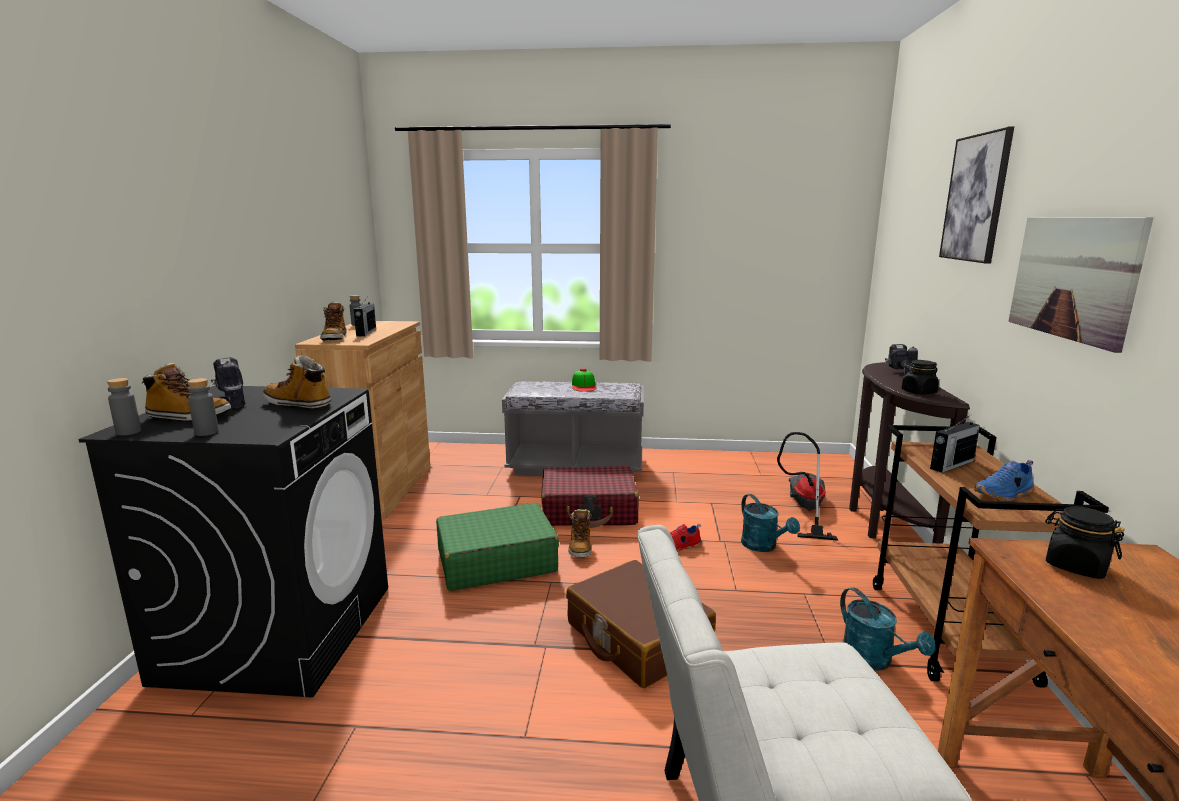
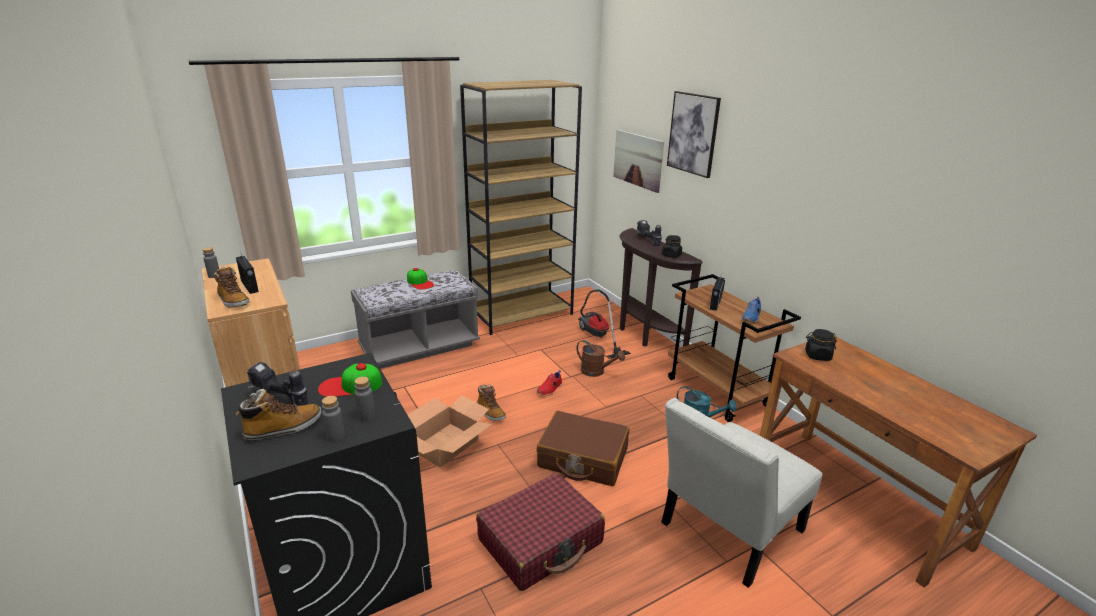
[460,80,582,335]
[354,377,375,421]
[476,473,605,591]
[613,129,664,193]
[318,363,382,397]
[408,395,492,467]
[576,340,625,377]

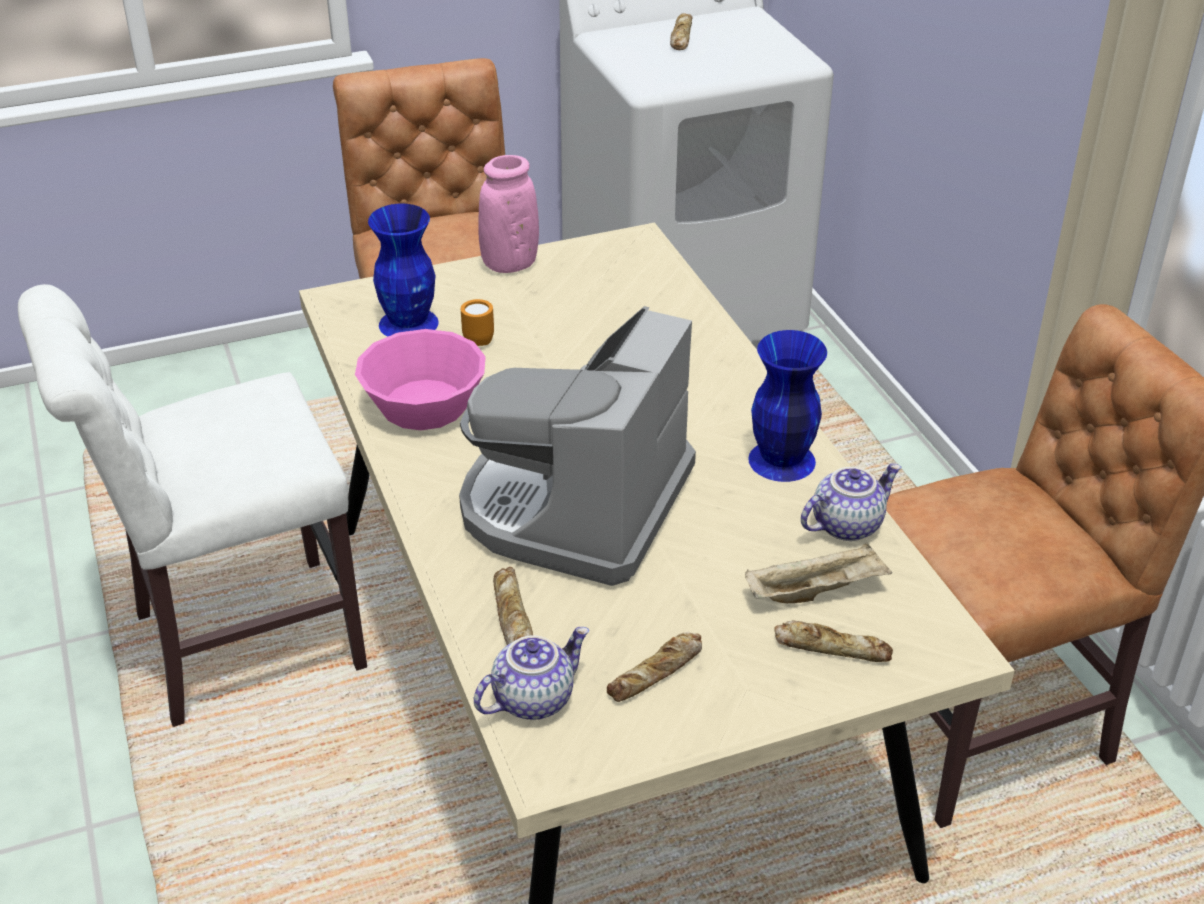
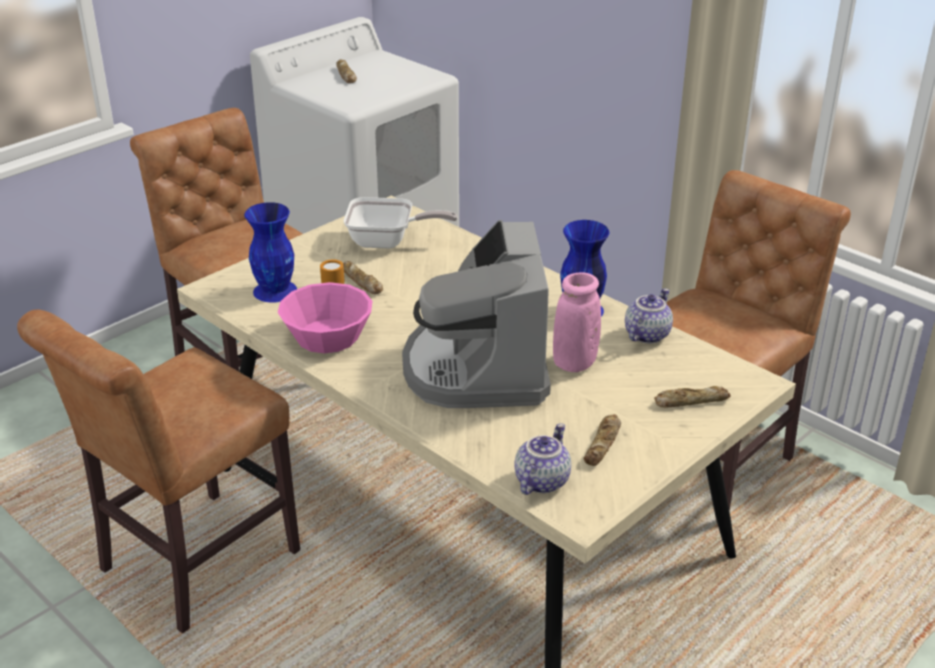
[745,542,892,603] (first image)
[344,197,458,249]
[553,272,601,372]
[343,261,383,294]
[17,309,300,633]

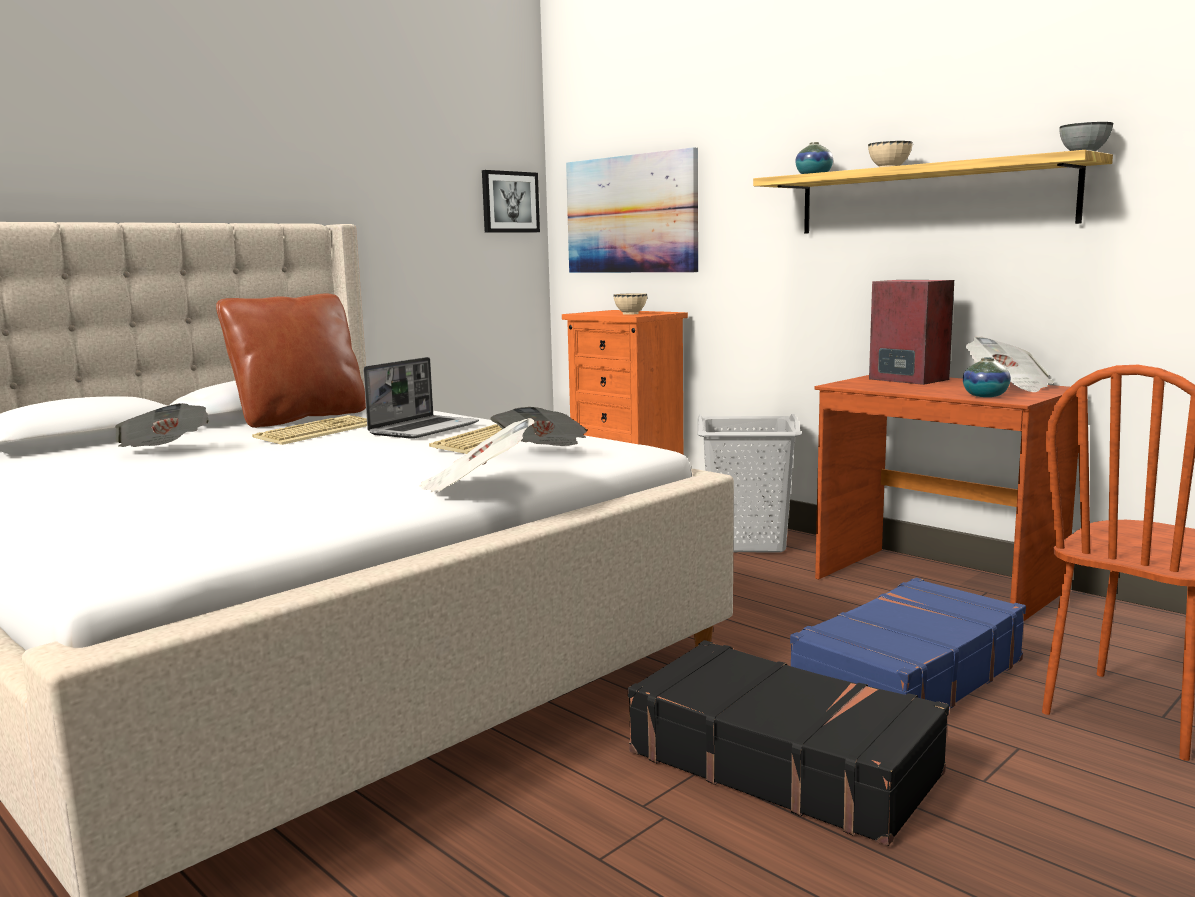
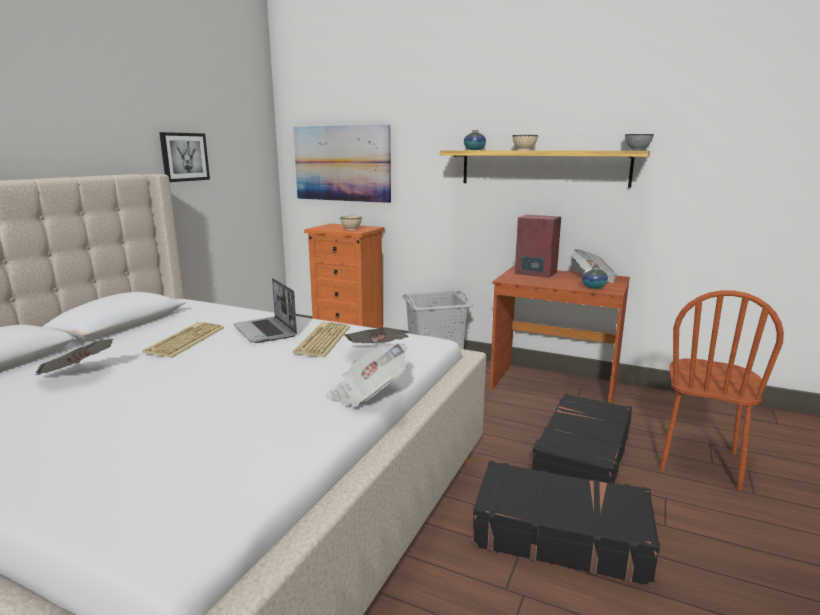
[216,294,366,428] (first image)
[159,132,210,182]
[528,393,632,484]
[234,278,297,343]

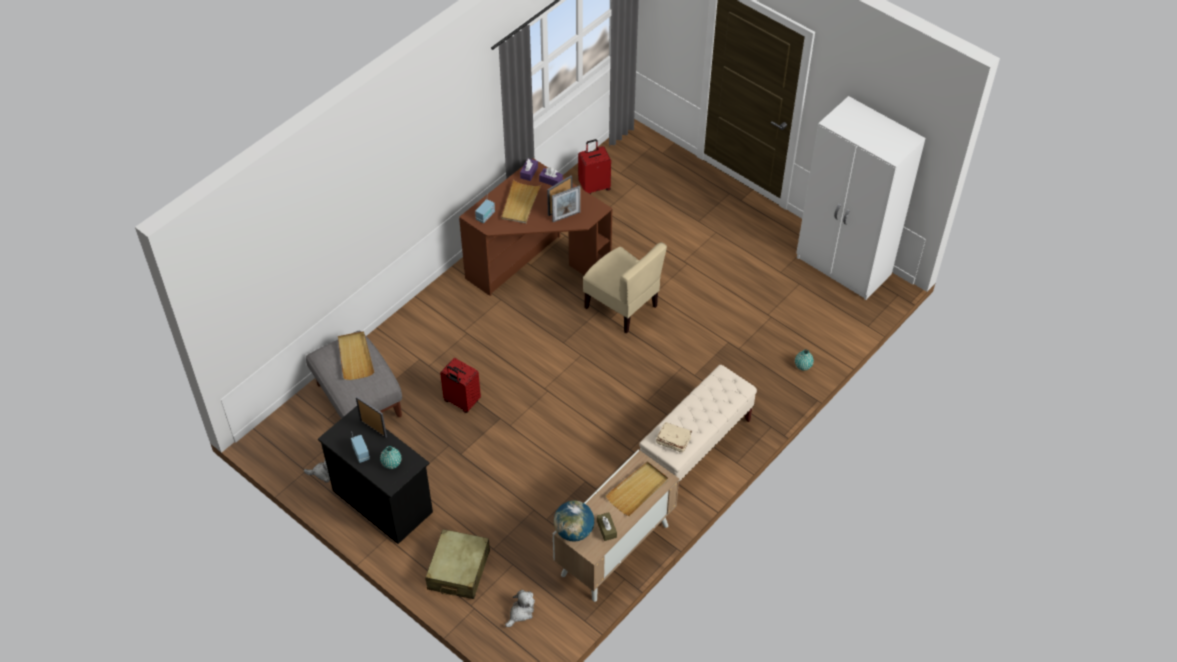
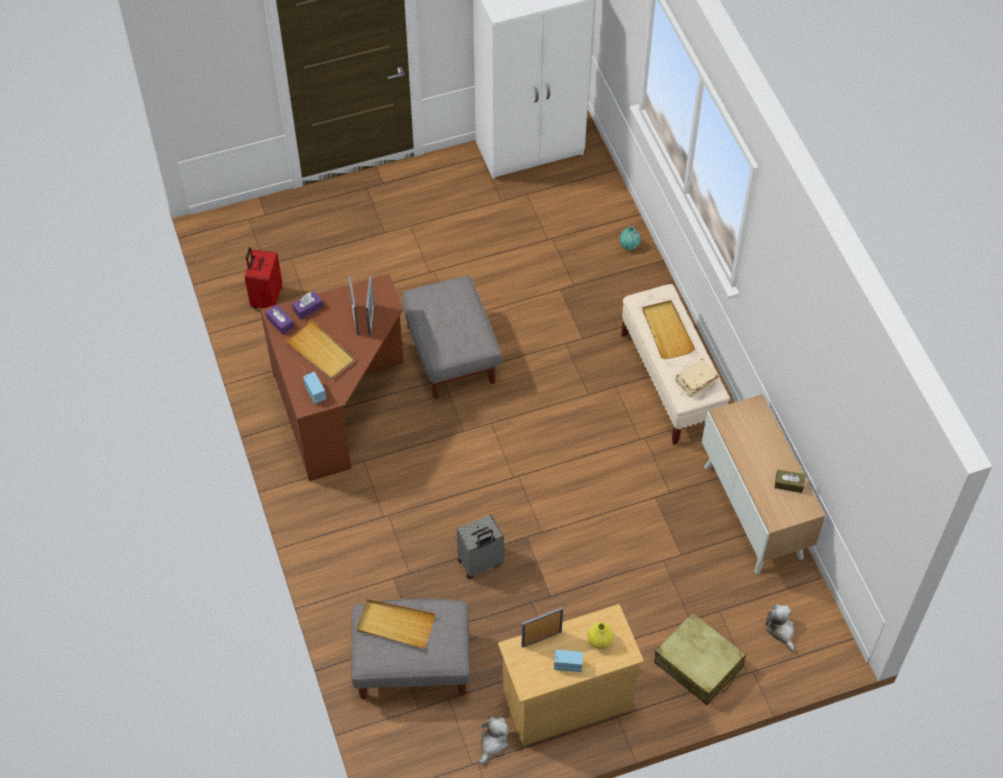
[554,501,594,542] (first image)
[642,300,695,359]
[402,275,502,400]
[498,604,644,746]
[587,622,614,649]
[457,515,504,579]

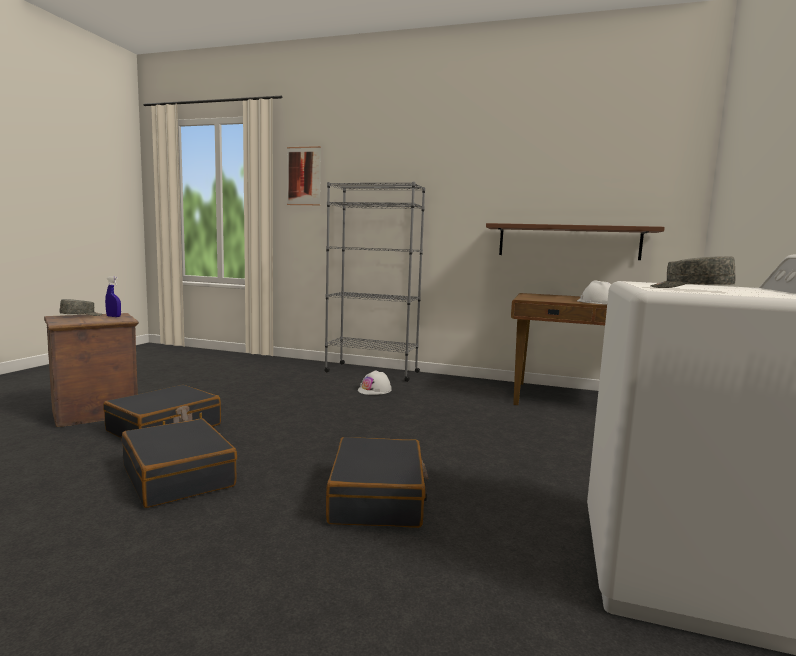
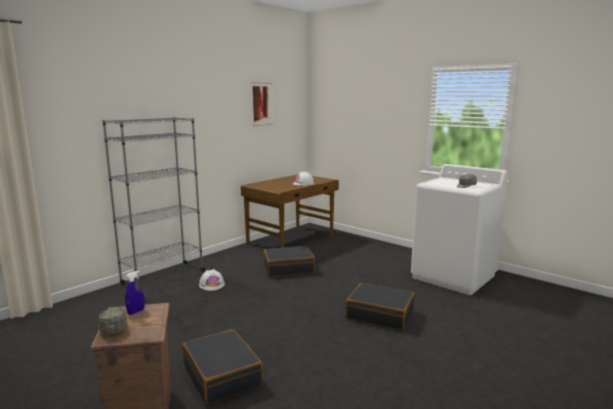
[486,223,665,260] (first image)
[263,246,315,277]
[251,82,273,126]

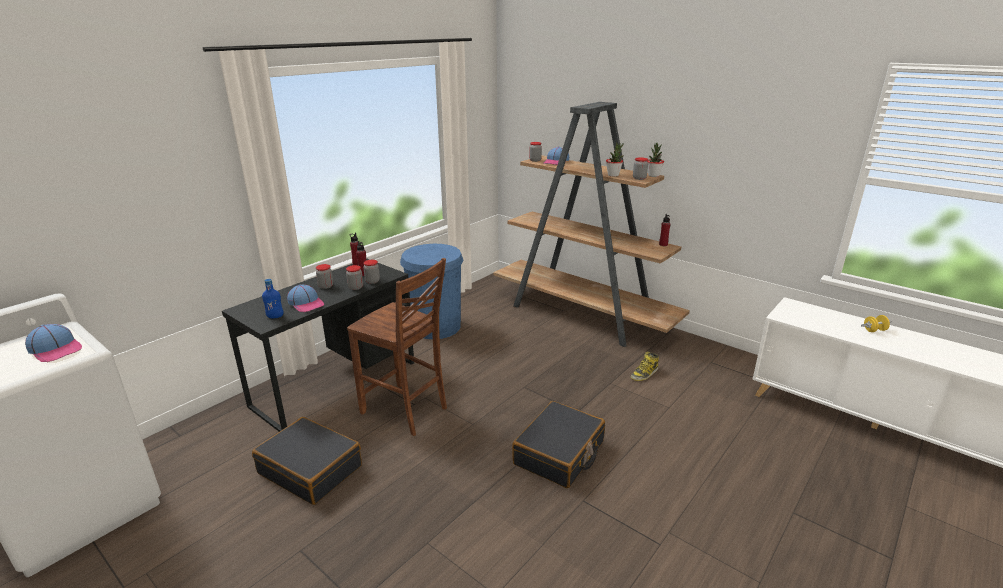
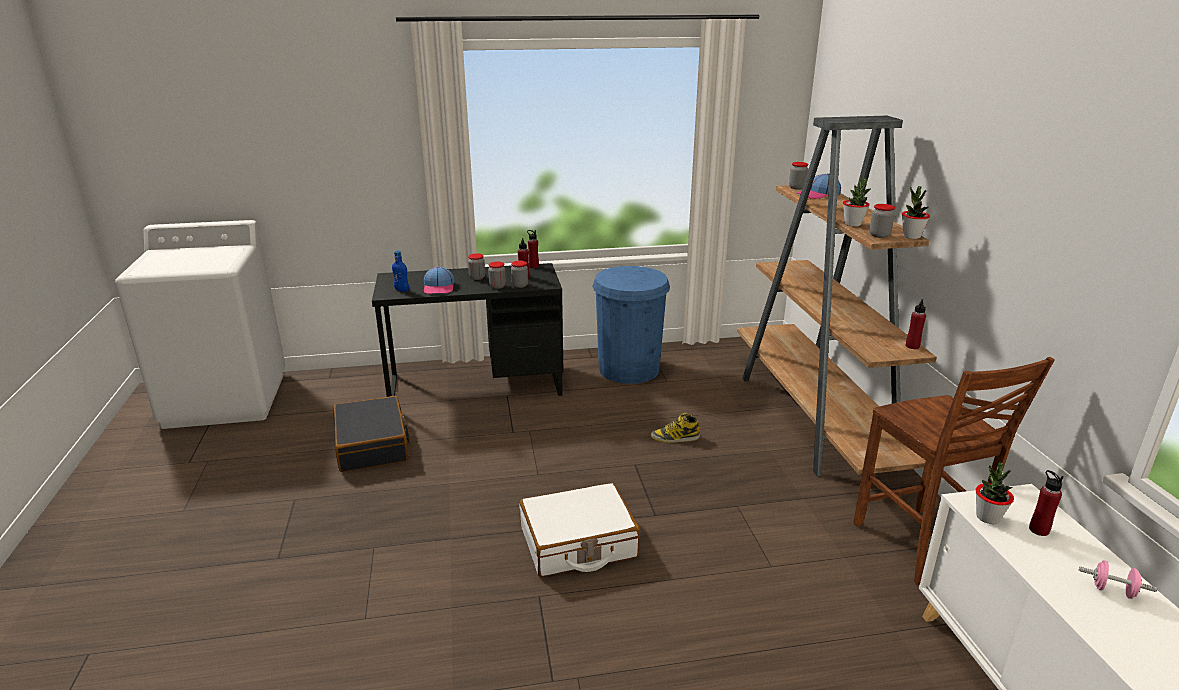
[25,324,82,362] (first image)
[976,462,1014,524]
[1029,470,1063,536]
[853,357,1055,586]
[651,413,700,443]
[519,483,640,577]
[1079,560,1157,599]

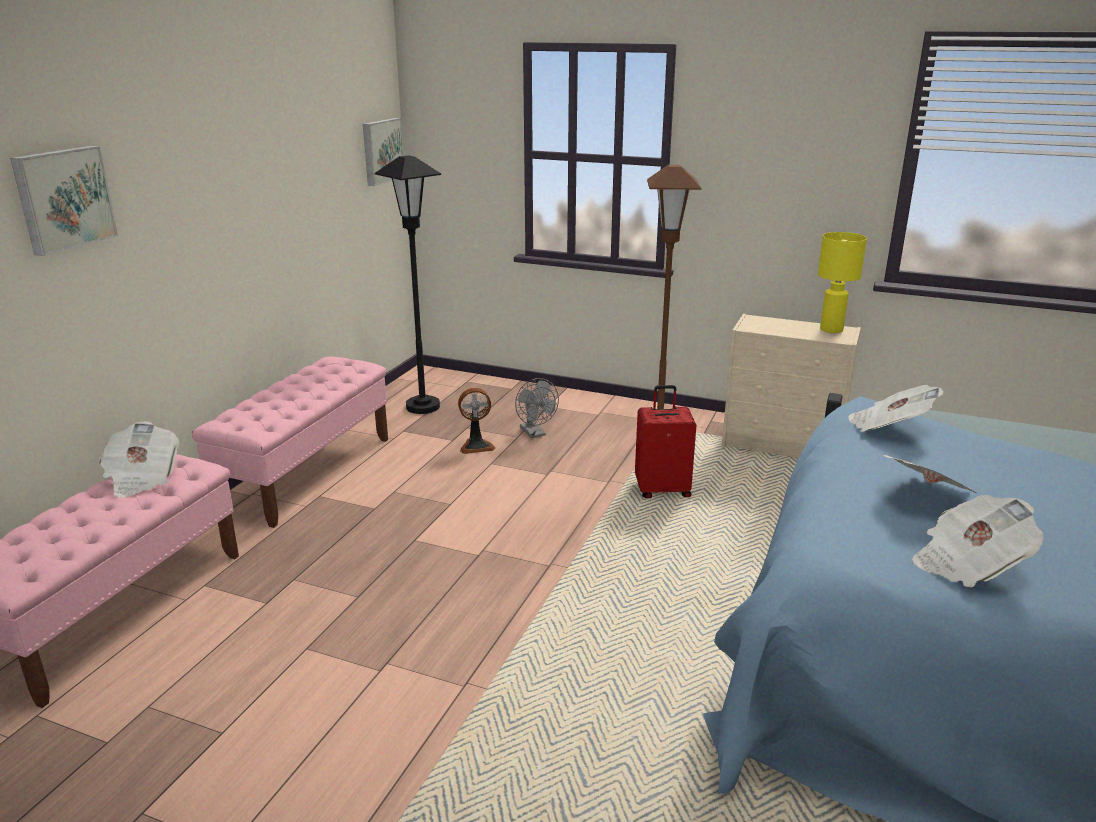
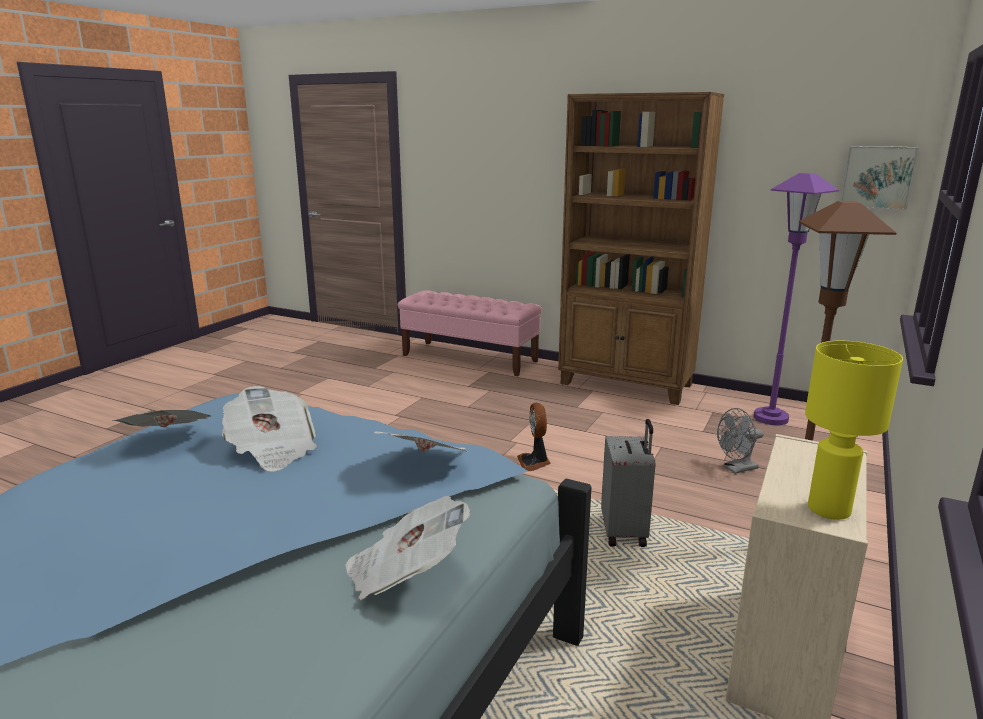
[10,146,118,256] (first image)
[345,496,470,600]
[517,403,551,471]
[558,92,724,405]
[754,173,839,426]
[601,419,655,547]

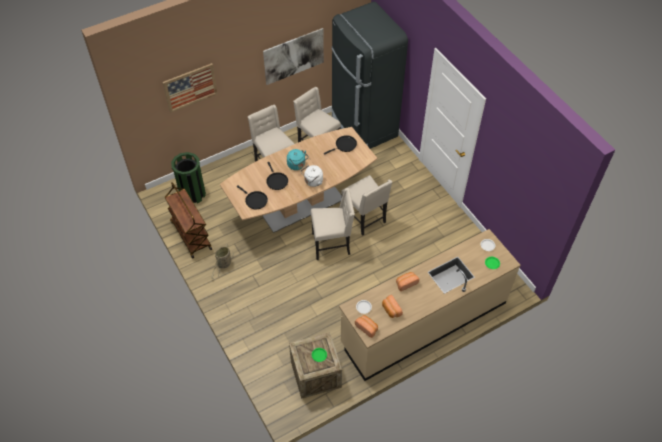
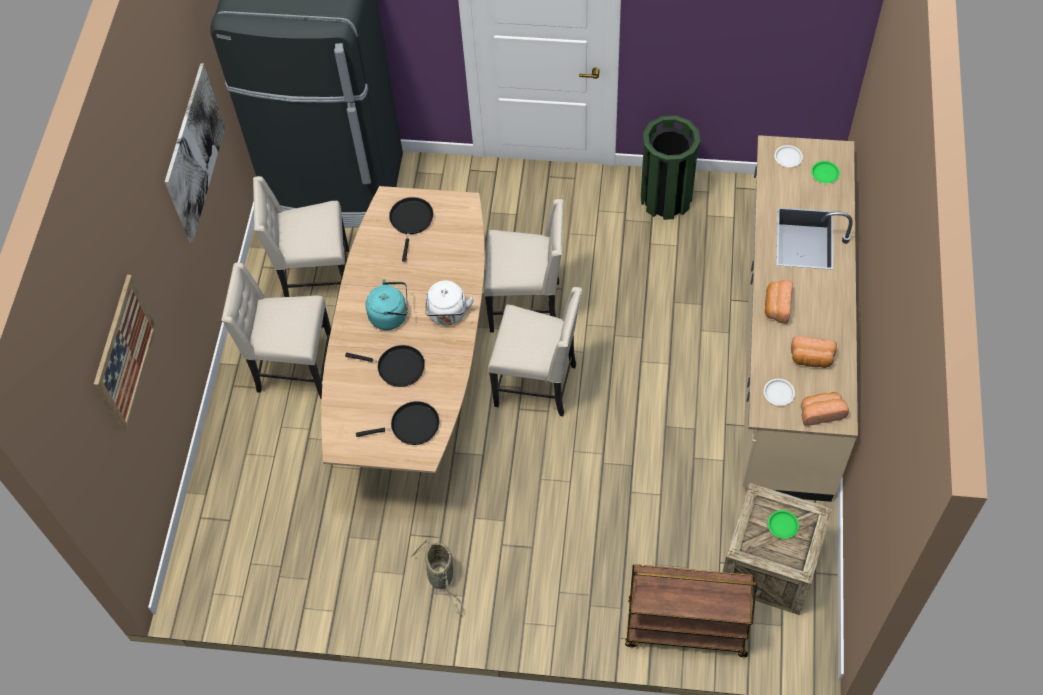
[625,564,758,657]
[641,115,700,220]
[488,287,582,416]

